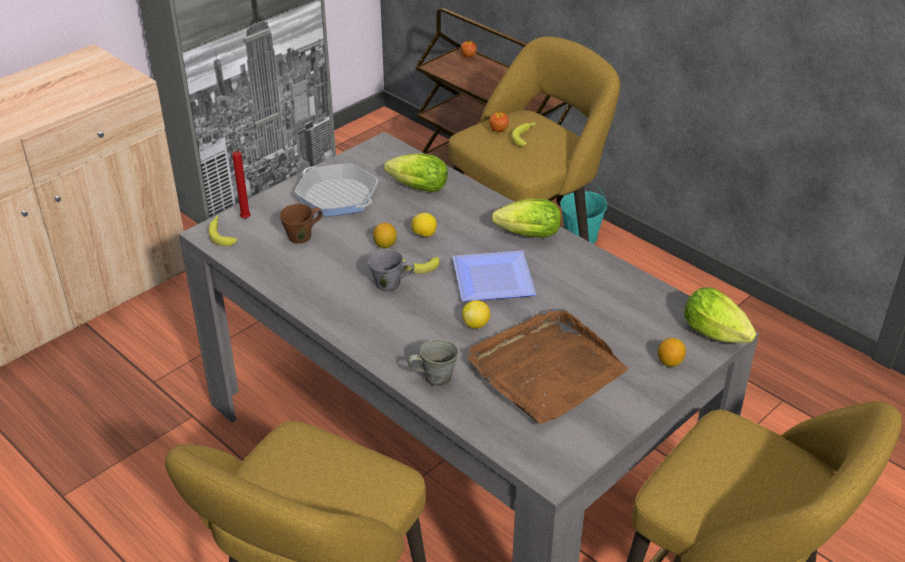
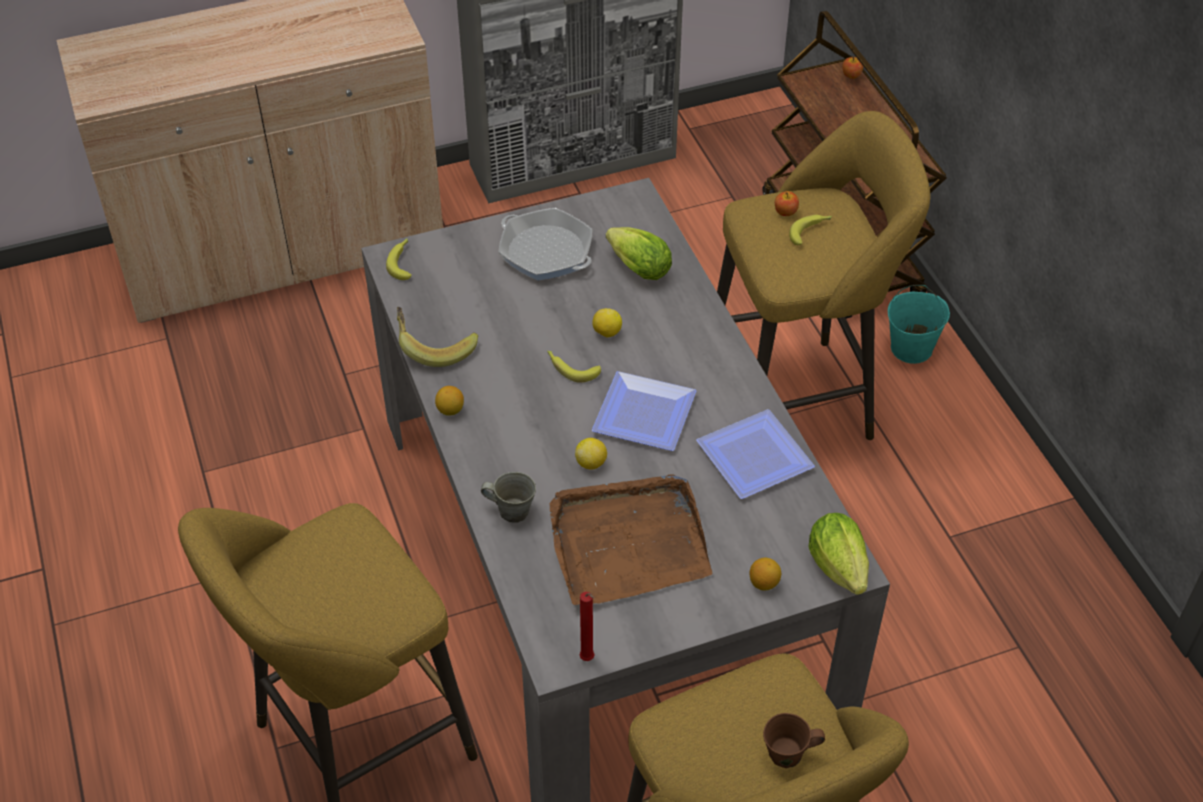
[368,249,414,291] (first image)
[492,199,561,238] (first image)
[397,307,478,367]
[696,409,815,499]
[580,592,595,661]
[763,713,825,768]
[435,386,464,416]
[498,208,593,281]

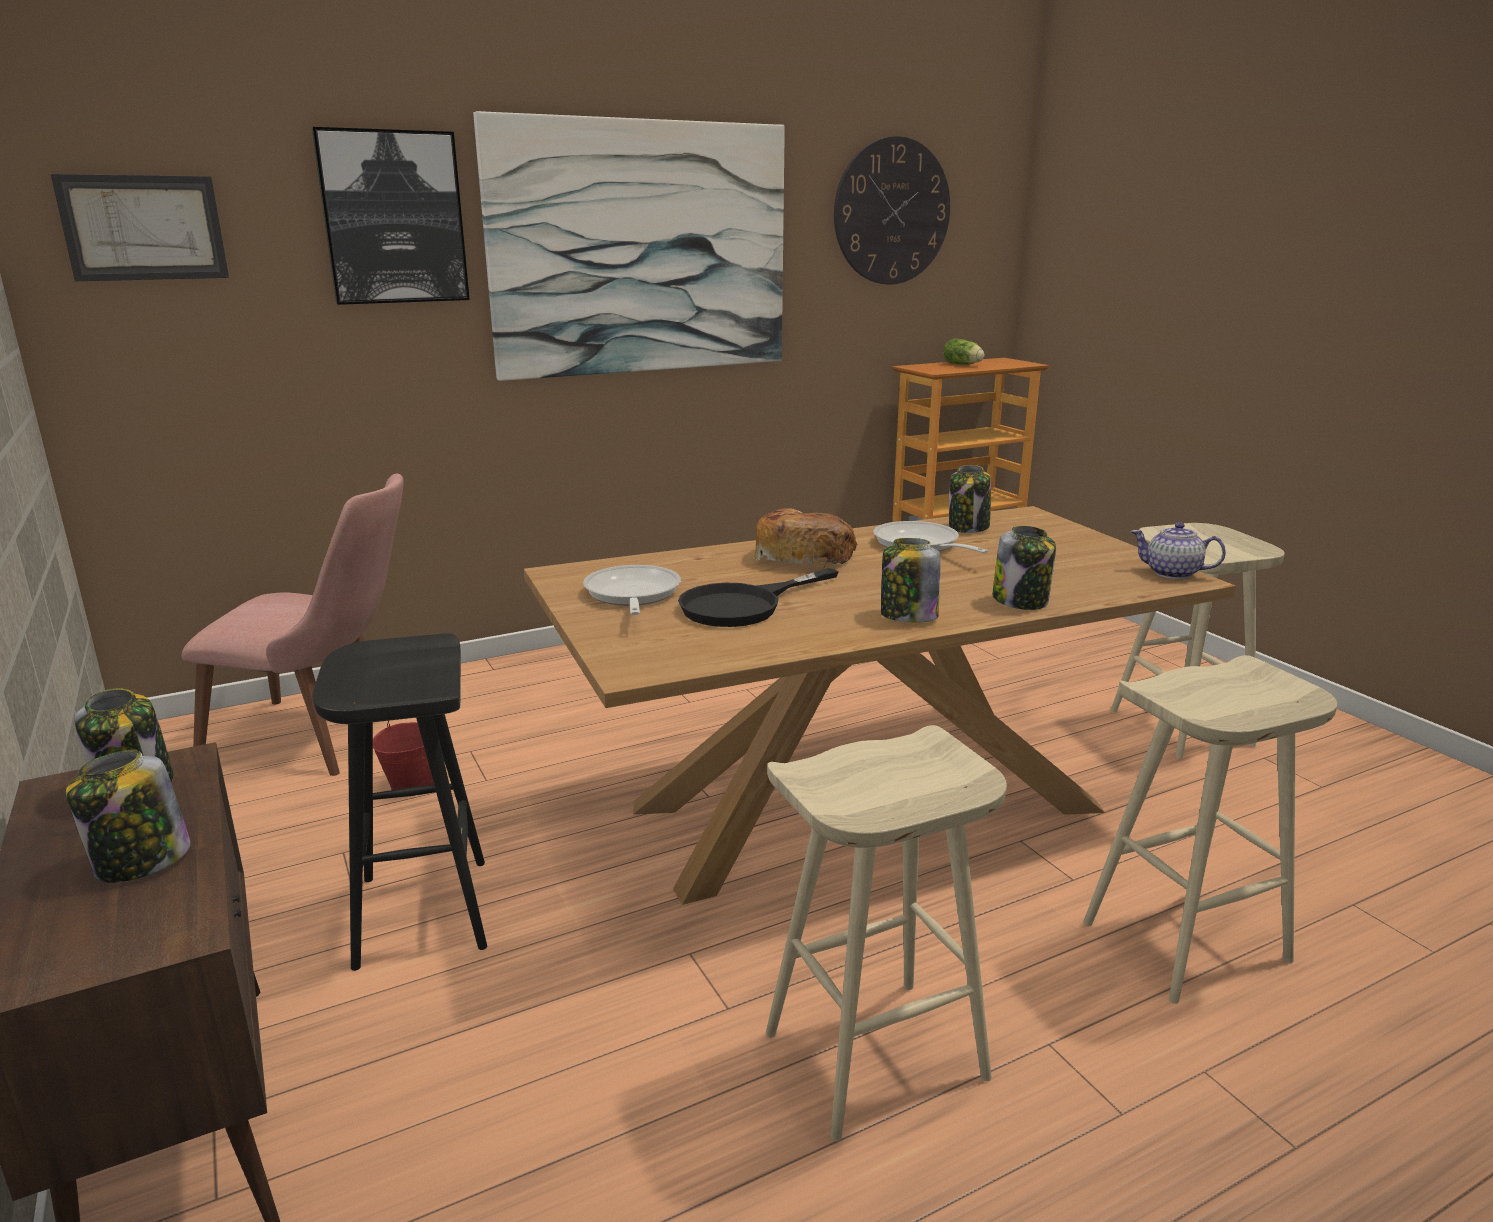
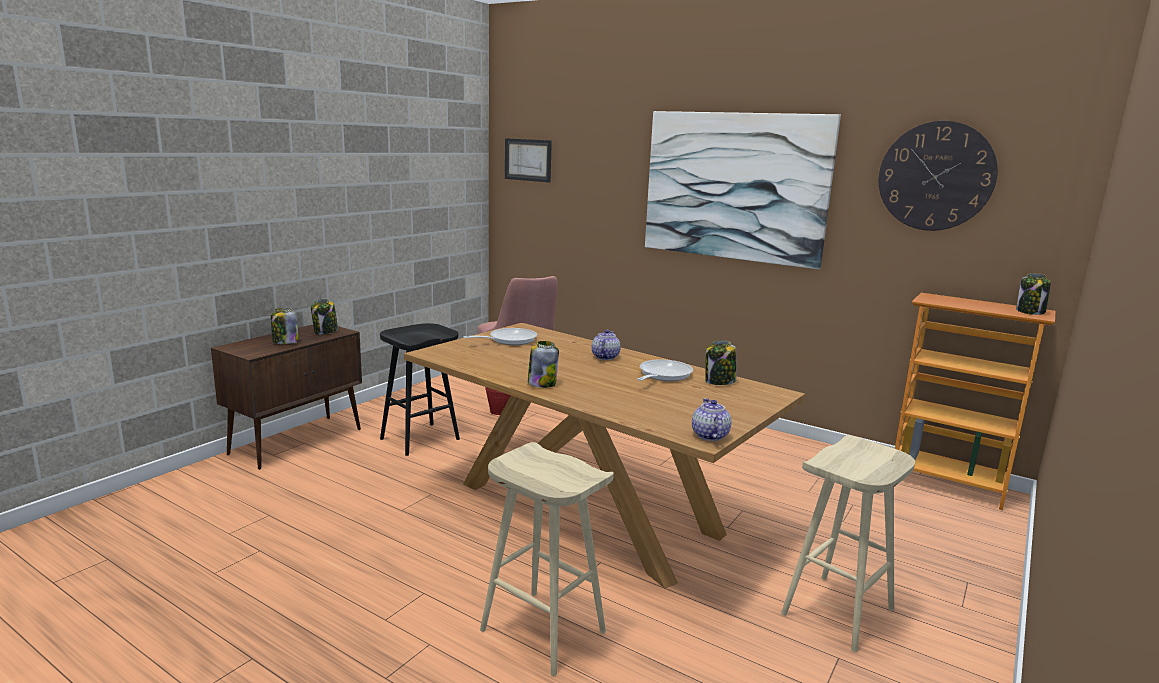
[312,127,470,305] (first image)
[678,568,839,627] (first image)
[766,725,1007,1141] (first image)
[943,339,984,365] (first image)
[1016,273,1051,315]
[592,330,621,360]

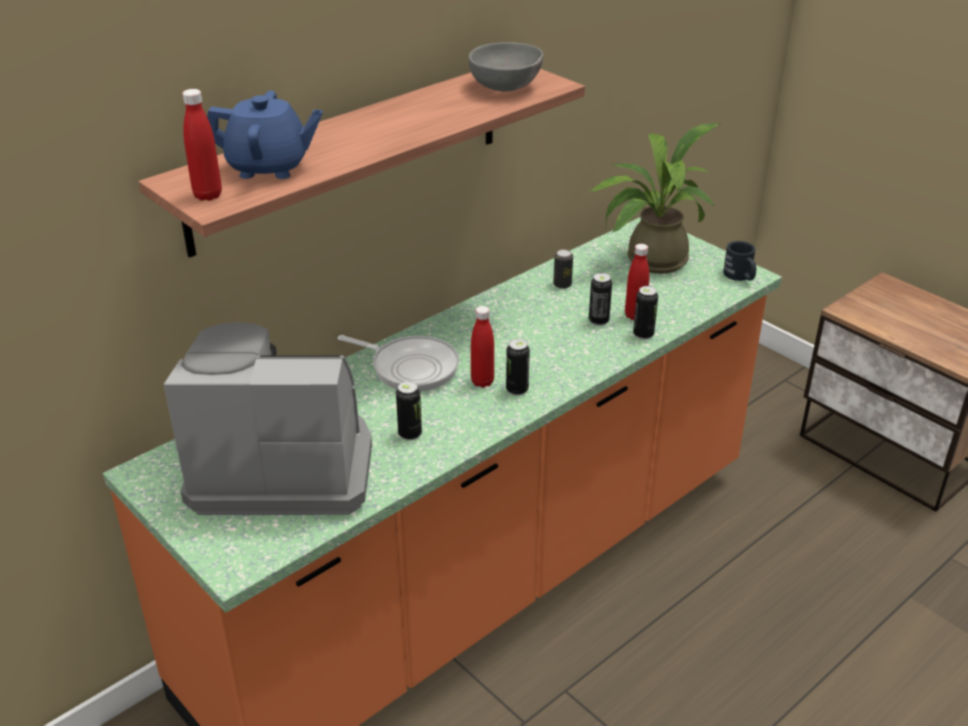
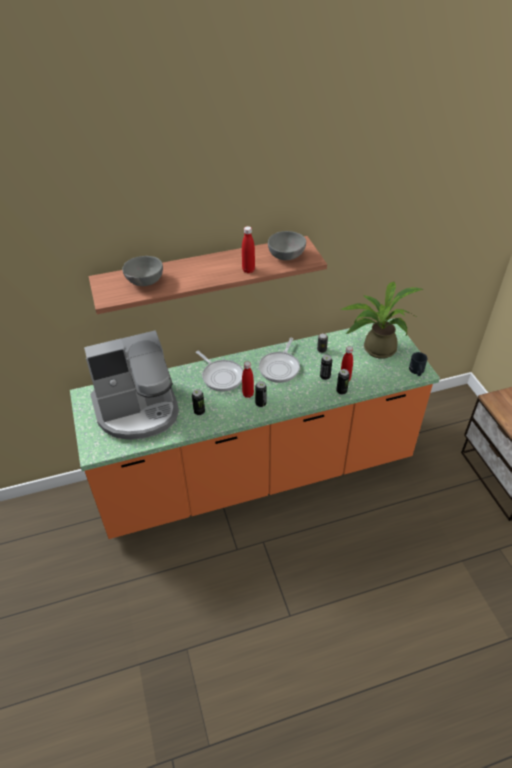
[259,338,300,383]
[242,226,255,273]
[122,256,163,286]
[84,330,179,440]

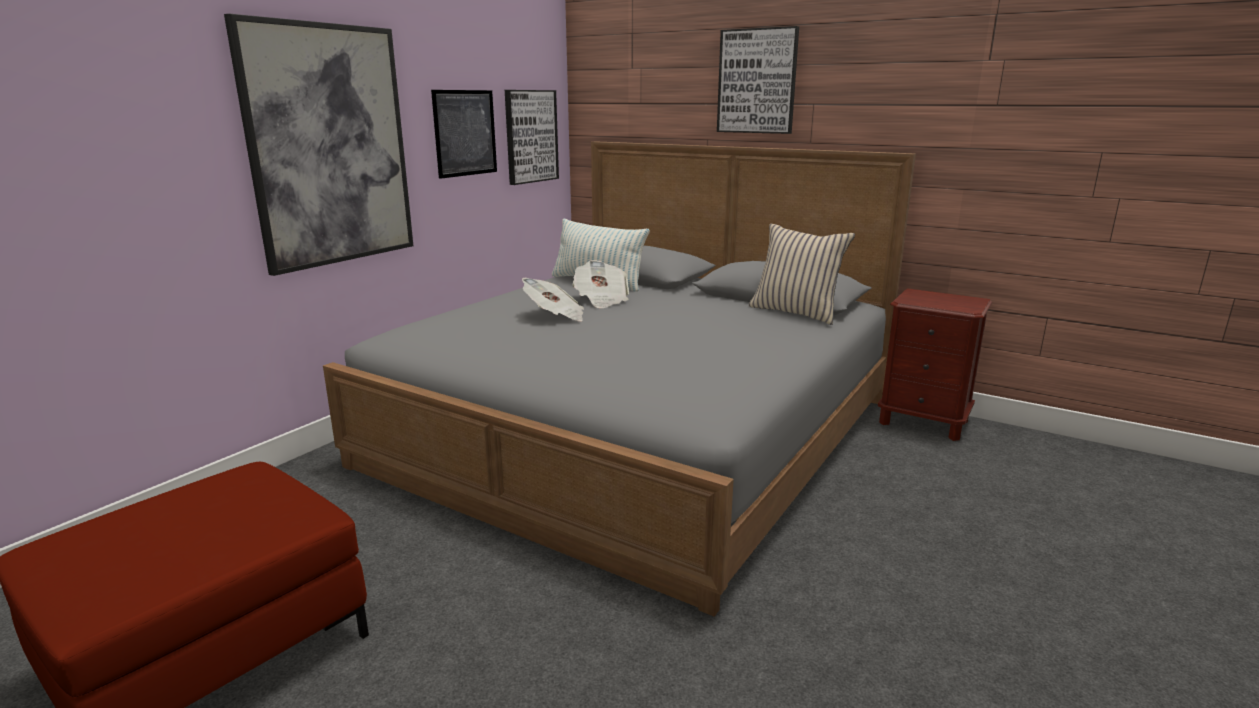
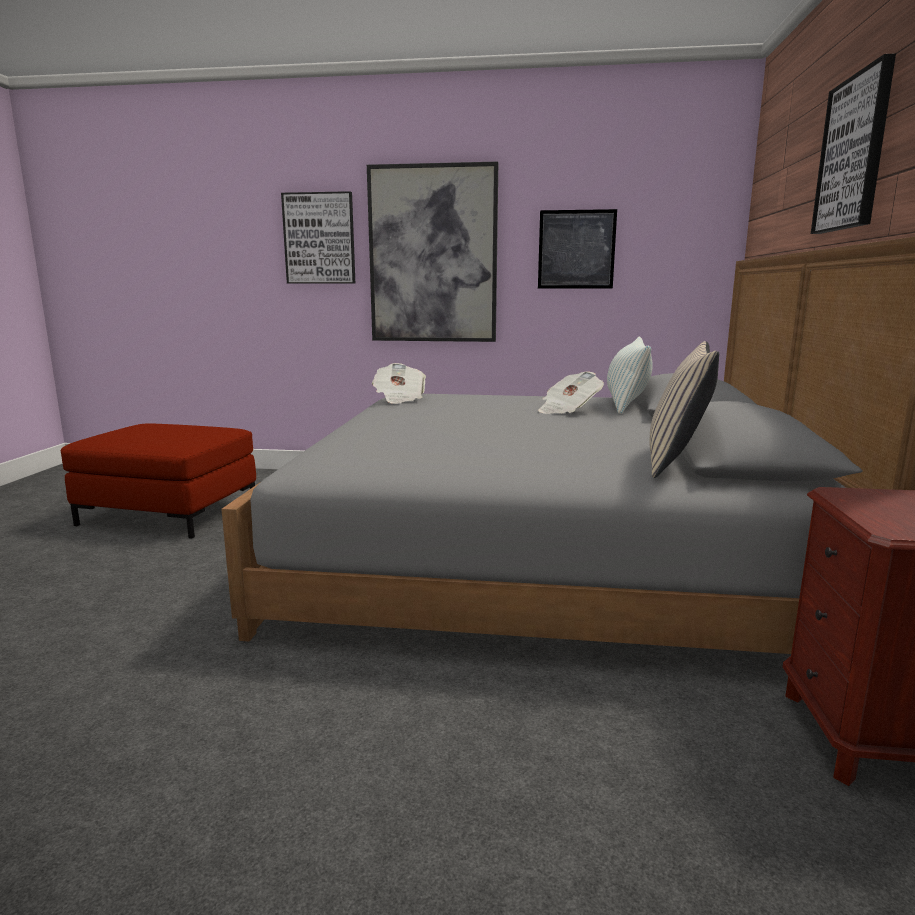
[281,191,355,284]
[372,363,426,404]

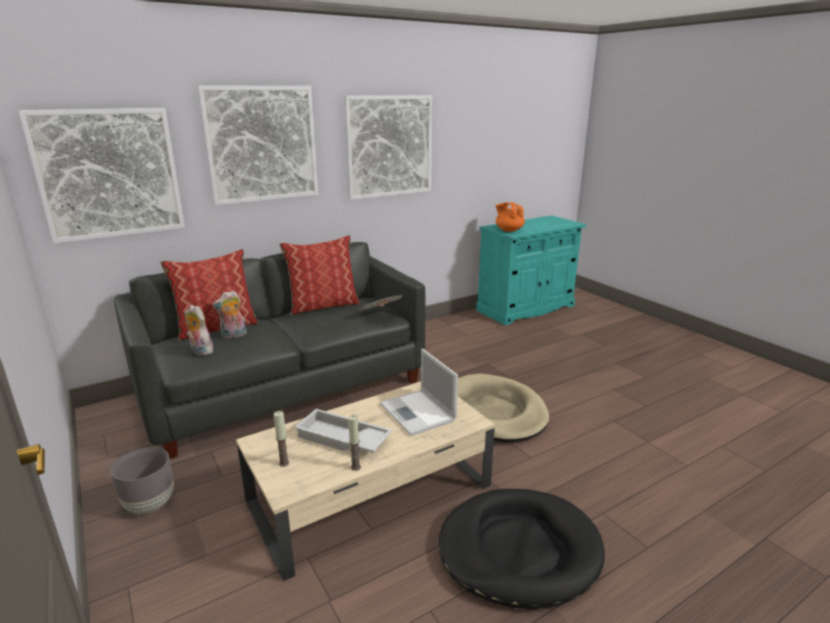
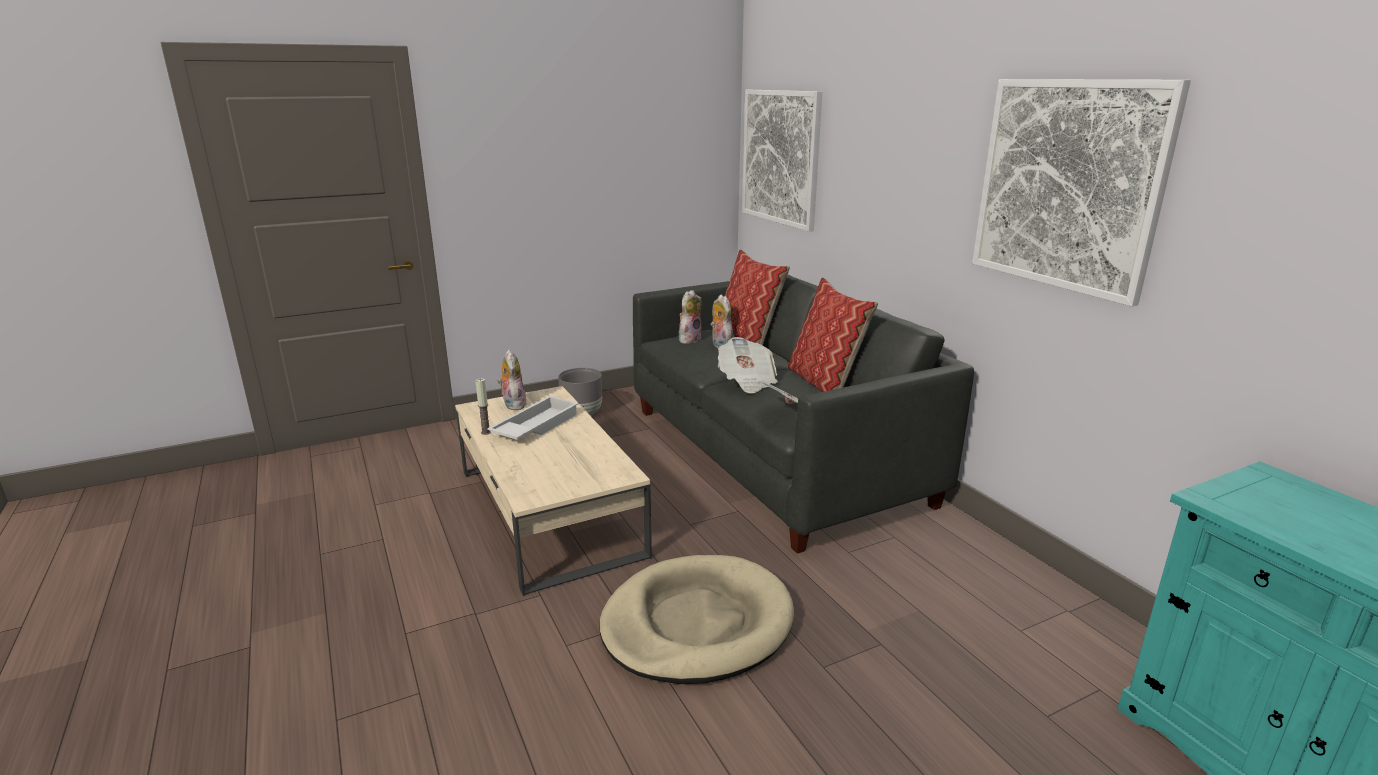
[197,85,318,205] (first image)
[380,349,458,436] (first image)
[438,489,605,609] (first image)
[496,202,525,232] (first image)
[718,337,778,394]
[498,350,527,410]

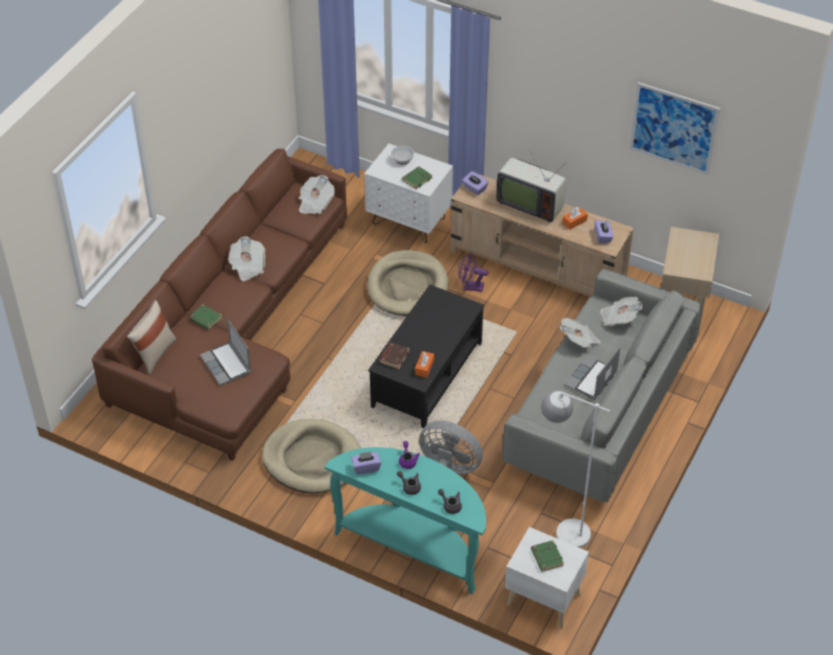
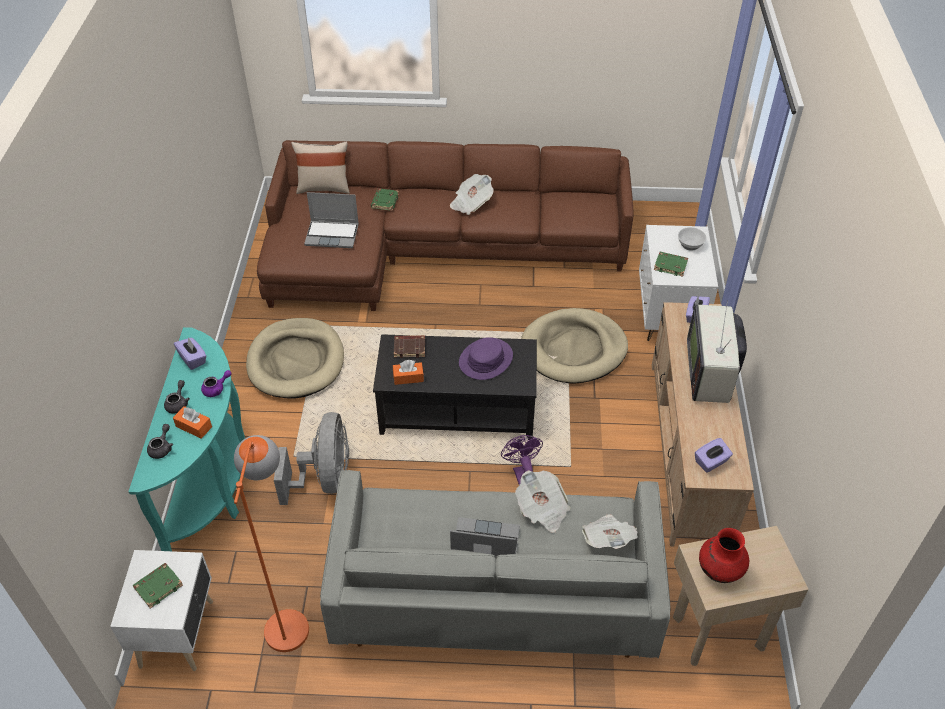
[299,175,335,214] (first image)
[629,82,720,175] (first image)
[459,337,513,380]
[699,528,749,583]
[501,435,543,485]
[173,406,212,439]
[234,435,309,652]
[304,192,359,248]

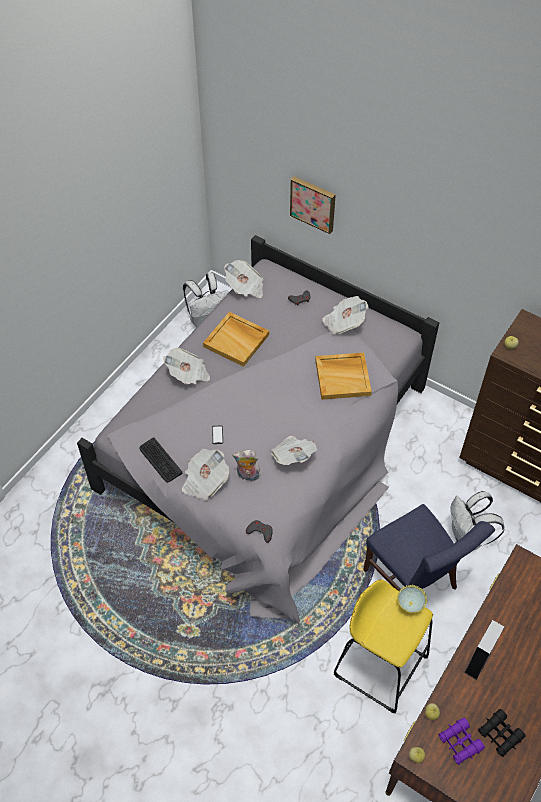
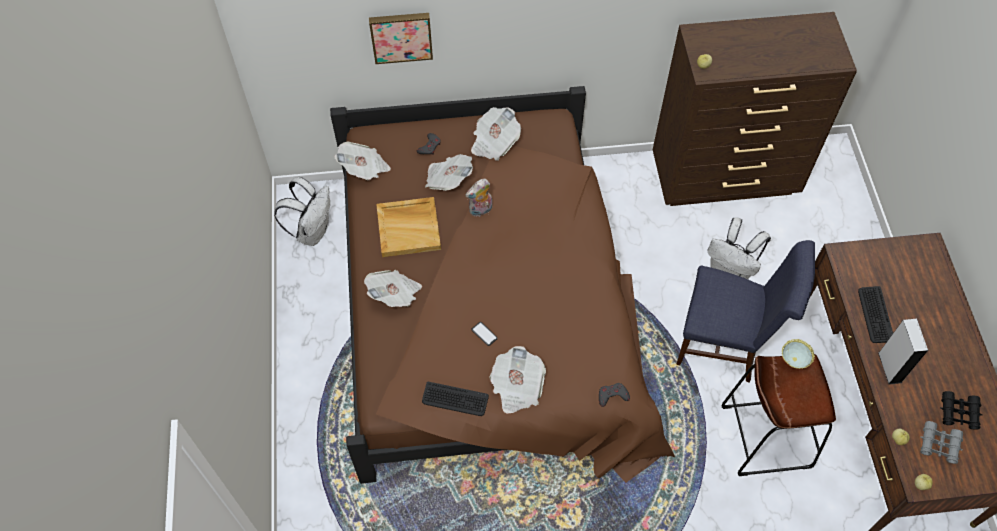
[315,353,372,400] (first image)
[858,286,893,343]
[465,179,492,217]
[425,154,473,191]
[330,86,675,484]
[721,354,836,476]
[920,421,963,464]

